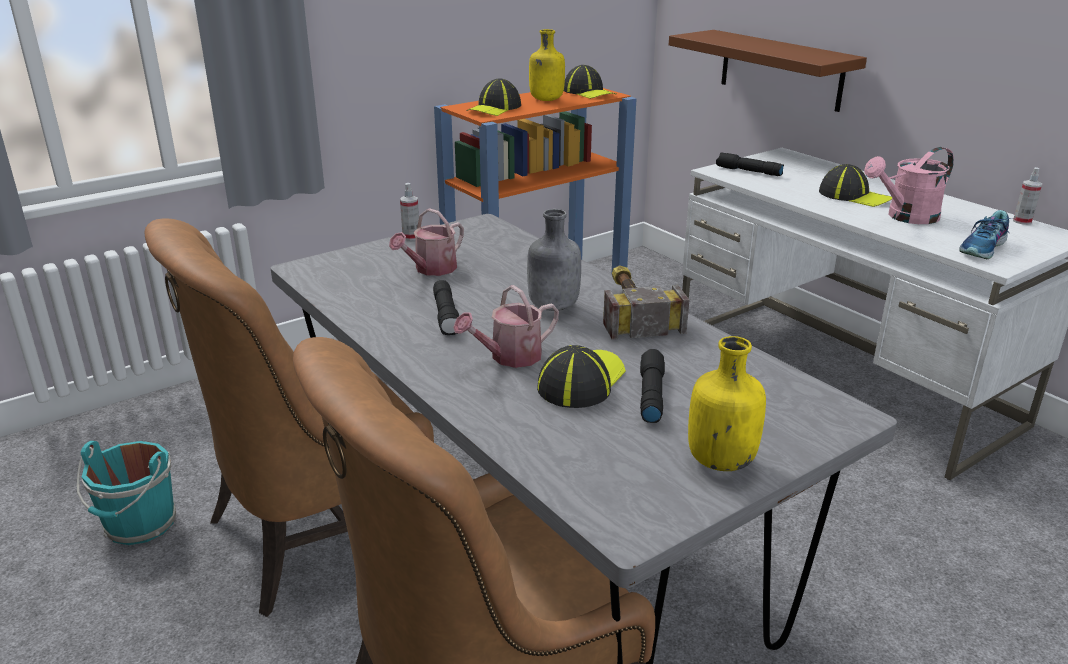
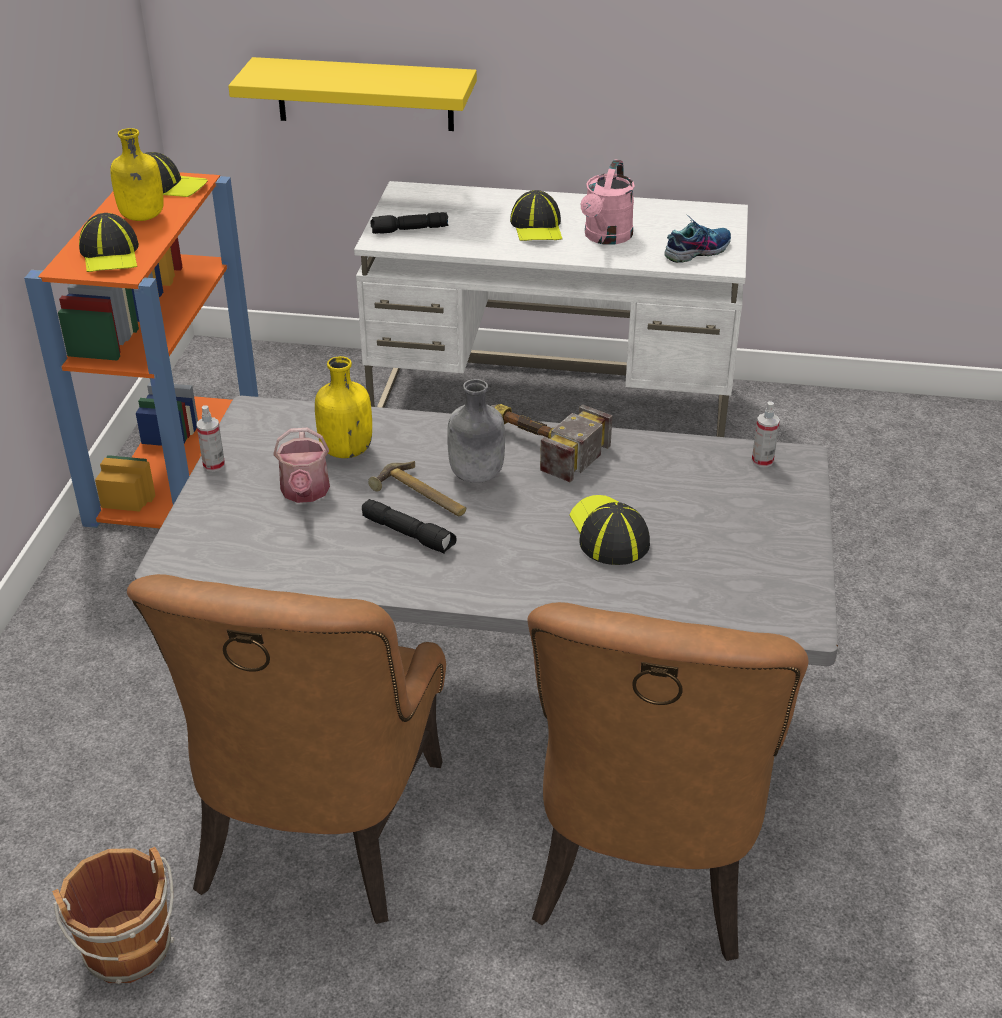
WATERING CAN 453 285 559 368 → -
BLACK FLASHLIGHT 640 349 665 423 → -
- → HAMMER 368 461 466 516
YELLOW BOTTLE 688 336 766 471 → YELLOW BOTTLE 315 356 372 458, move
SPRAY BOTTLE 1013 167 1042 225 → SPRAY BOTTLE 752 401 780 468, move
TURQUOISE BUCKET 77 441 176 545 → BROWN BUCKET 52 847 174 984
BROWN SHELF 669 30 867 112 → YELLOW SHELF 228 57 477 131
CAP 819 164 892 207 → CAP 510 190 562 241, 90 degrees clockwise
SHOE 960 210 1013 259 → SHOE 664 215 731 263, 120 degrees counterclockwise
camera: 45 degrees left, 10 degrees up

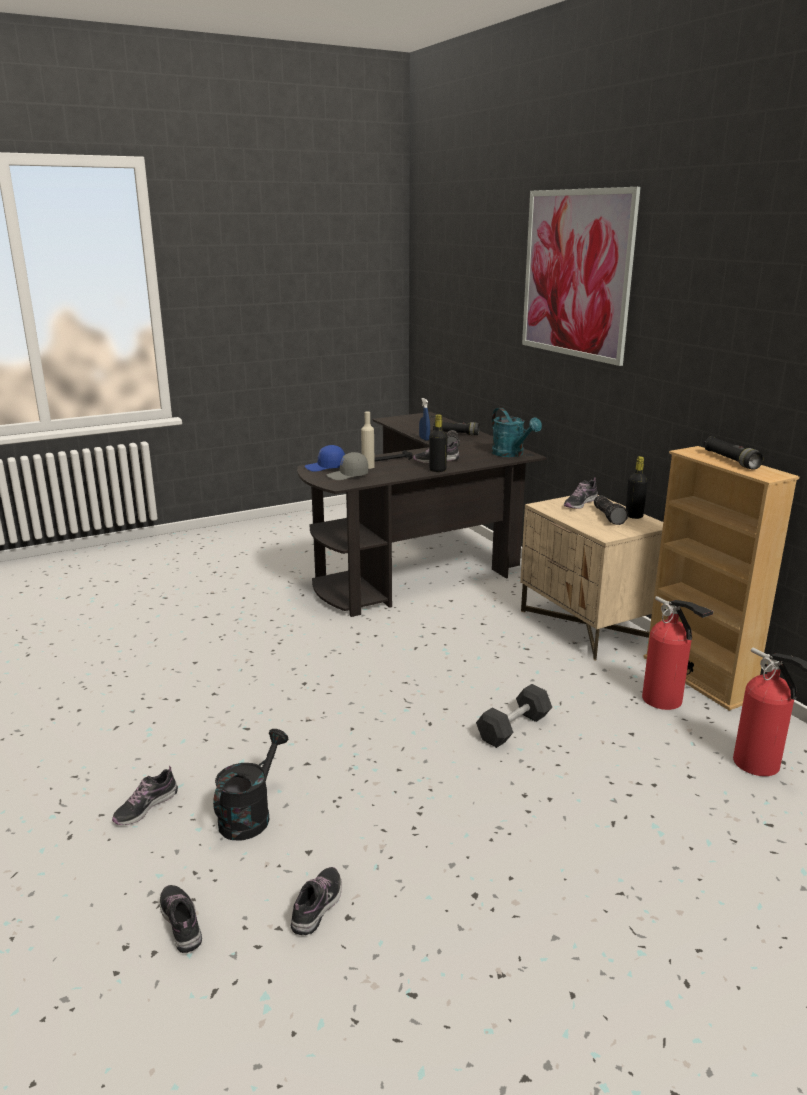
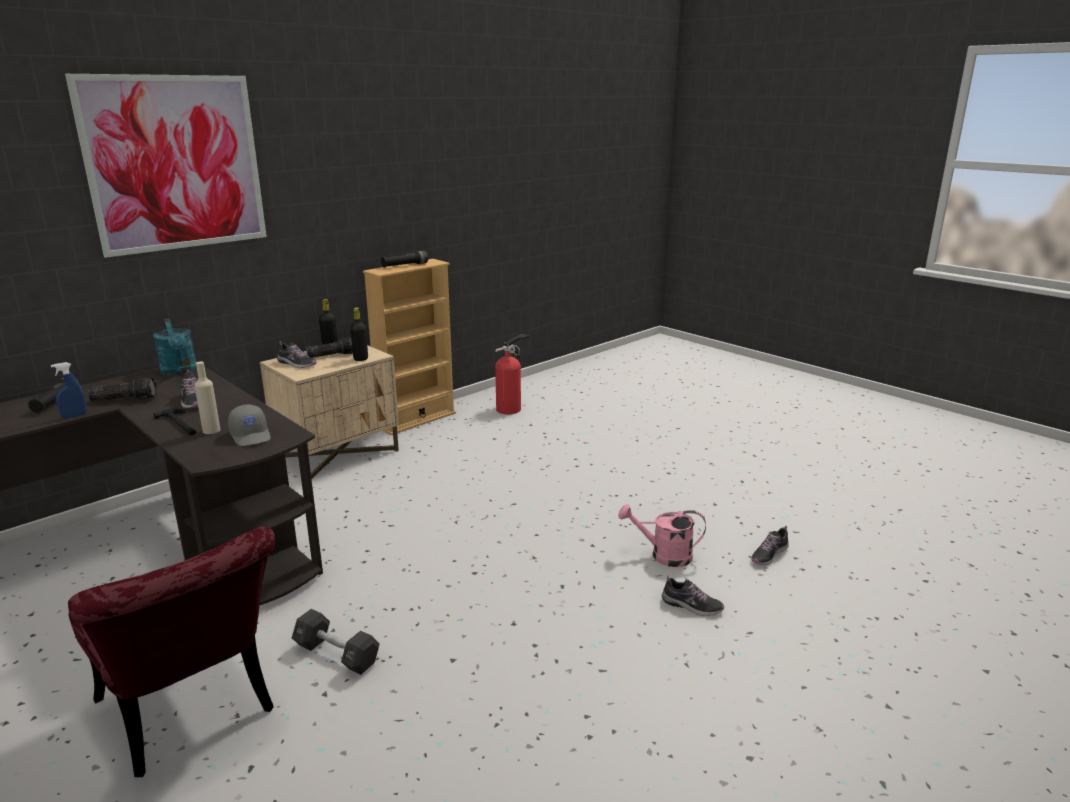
SHOE 291 867 342 935 → -
BLUE CAP 305 445 345 472 → -
FIRE EXTINGUISHER 642 596 713 710 → -
- → RED CHAIR 68 527 275 777
BLACK BOTTLE 429 414 448 472 → BLACK BOTTLE 350 307 368 361, move
BLACK DUMBBELL 476 684 552 748 → BLACK DUMBBELL 292 609 380 675, move
BLACK WATERING CAN 213 729 289 841 → PINK WATERING CAN 618 504 706 567
TURQUOISE WATERING CAN 492 408 542 457 → TURQUOISE WATERING CAN 153 319 197 375, 105 degrees clockwise
camera: 105 degrees left, 0 degrees up

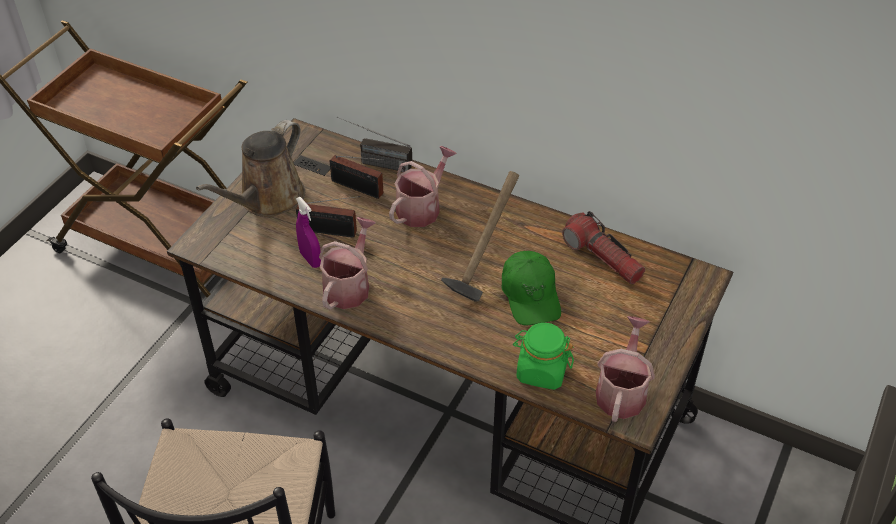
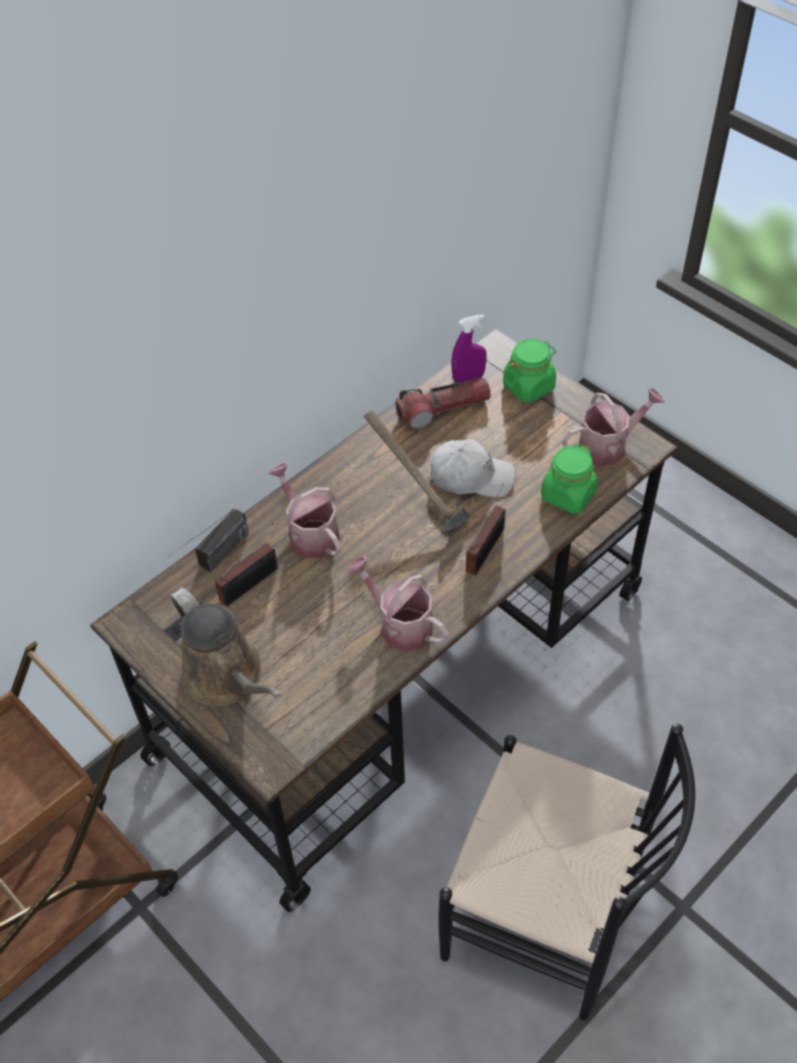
- → GREEN JAR 503 339 556 403
RADIO 296 196 360 238 → RADIO 466 484 506 576, move
PURPLE SPRAY BOTTLE 296 197 321 268 → PURPLE SPRAY BOTTLE 451 314 487 383, move
GREEN CAP 501 251 561 325 → WHITE CAP 430 440 516 497
WATERING CAN 596 316 655 422 → WATERING CAN 563 388 665 466, 120 degrees clockwise
camera: 70 degrees left, 5 degrees up

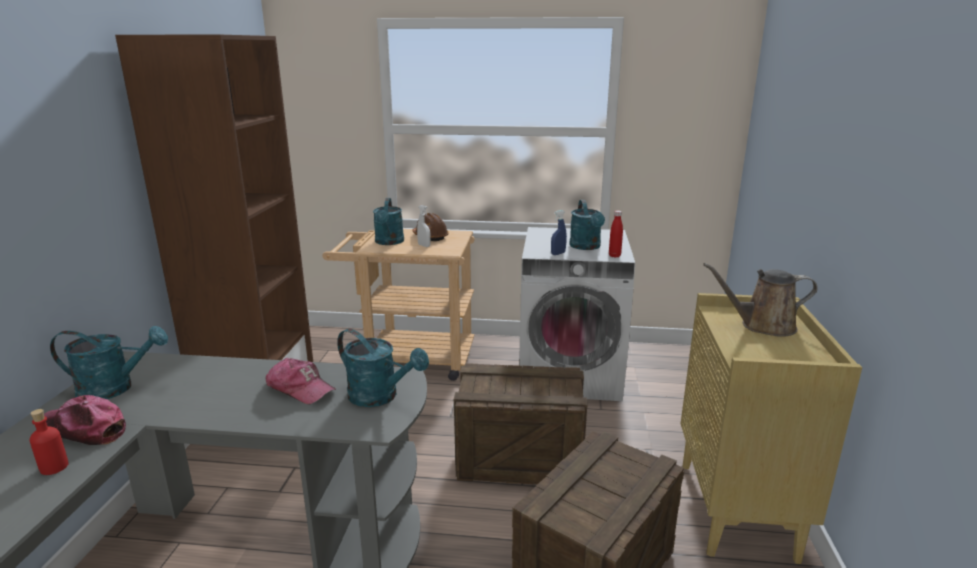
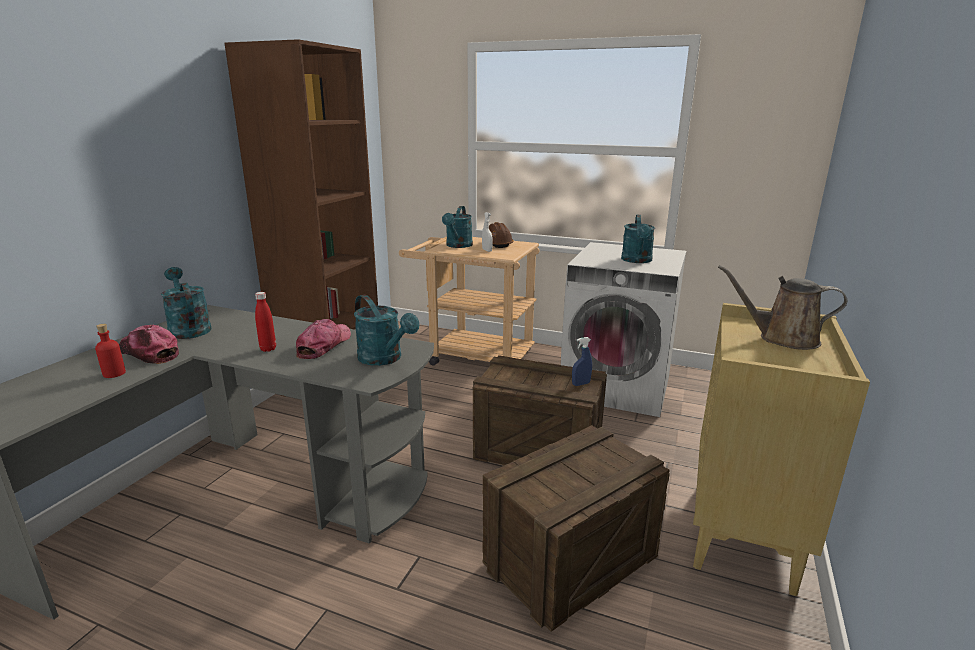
BLUE SPRAY BOTTLE 551 210 567 255 → BLUE SPRAY BOTTLE 572 337 592 386, move
RED BOTTLE 609 211 623 258 → RED BOTTLE 255 292 276 352, move
TURQUOISE WATERING CAN 50 326 168 399 → TURQUOISE WATERING CAN 161 267 212 339, 135 degrees counterclockwise
CAP 266 358 336 404 → CAP 296 319 351 359, 120 degrees counterclockwise
camera: 15 degrees right, 0 degrees up

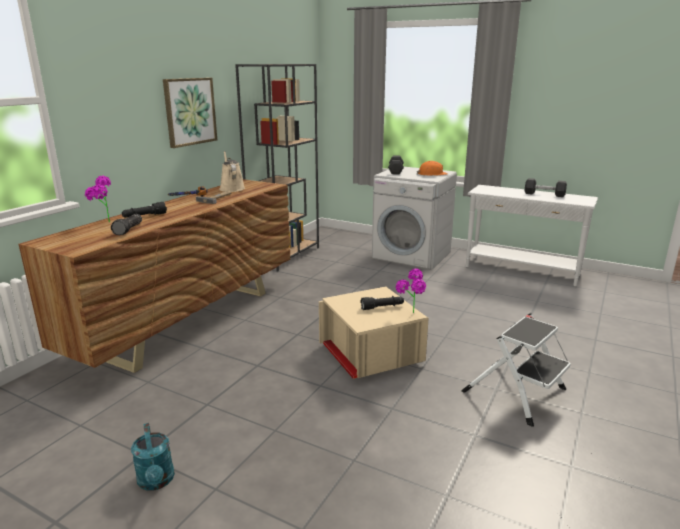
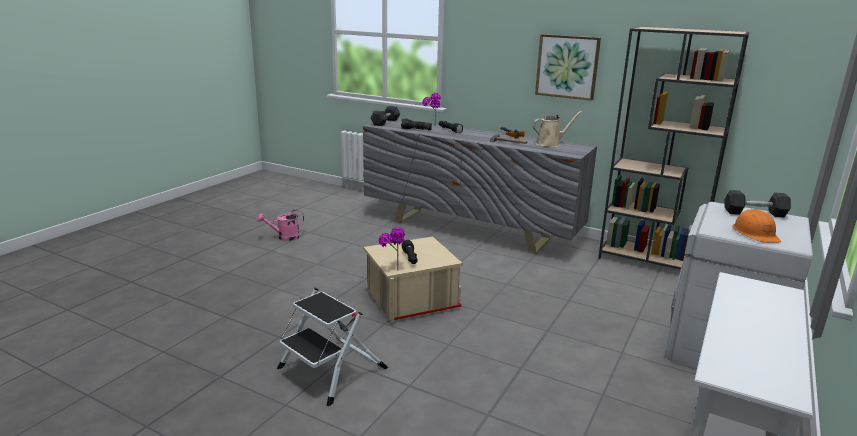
GREY DUMBBELL 525 178 567 197 → GREY DUMBBELL 371 106 400 126, move
BROWN CABINET 18 179 290 373 → GREY CABINET 363 118 597 254
TURQUOISE WATERING CAN 131 423 175 490 → PINK WATERING CAN 257 209 304 241
camera: 90 degrees right, 0 degrees up

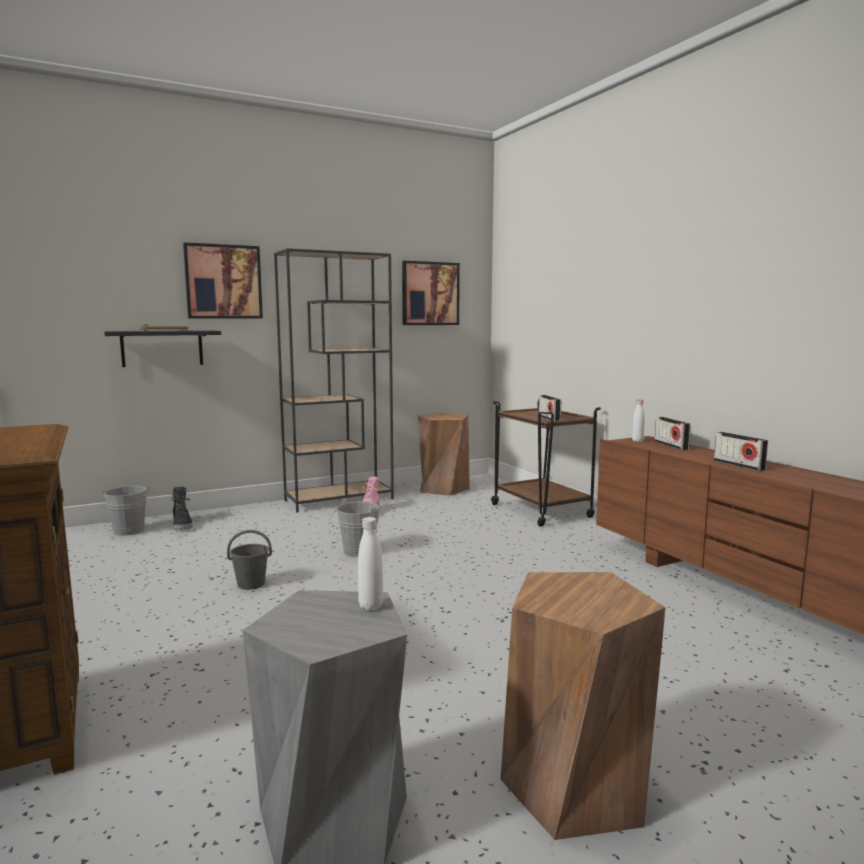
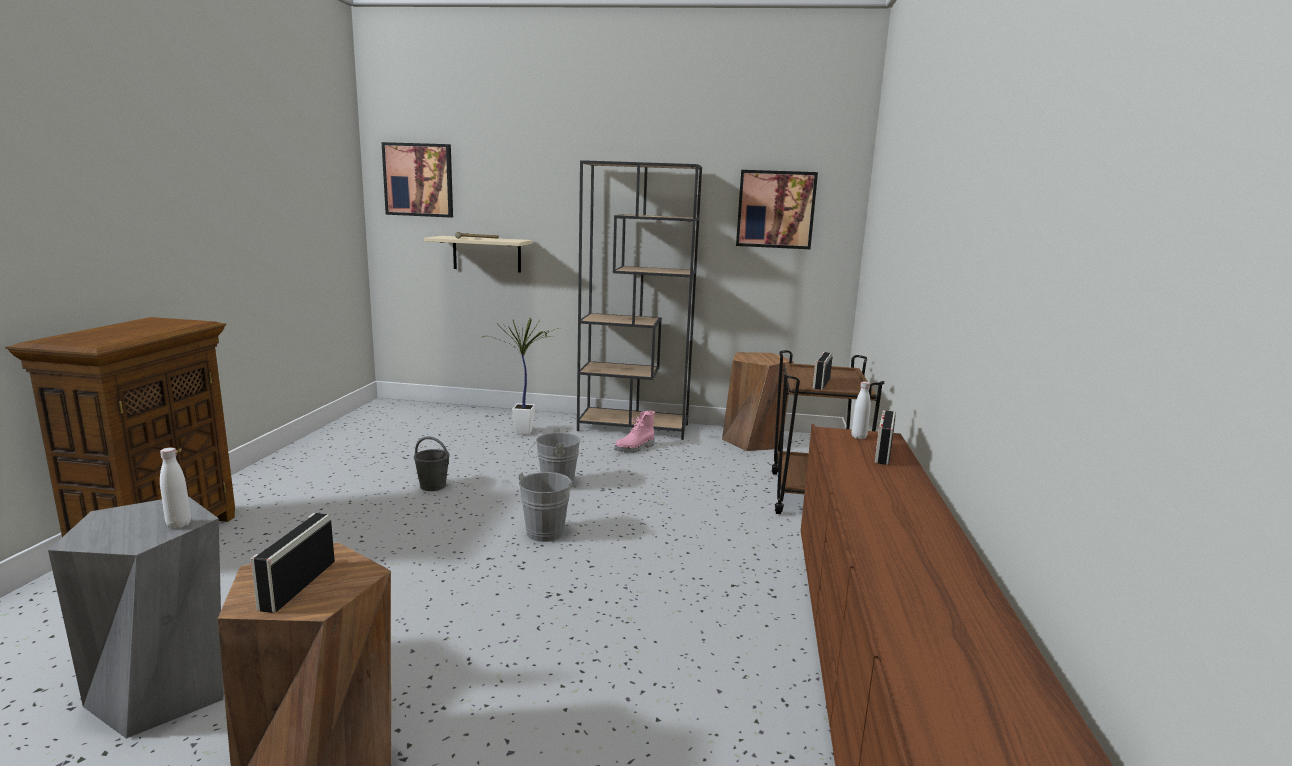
BLACK BOOT 171 487 192 530 → -
- → POTTED PLANT 483 317 559 435
GREY BUCKET 102 486 149 536 → GREY BUCKET 519 472 576 542, move
PICTURE 183 242 263 319 → PICTURE 381 142 453 217, move
RADIO 714 432 768 471 → RADIO 250 513 335 613, move
BLACK SHELF 104 330 221 367 → BEIGE SHELF 424 236 533 273
camera: 35 degrees right, 5 degrees up

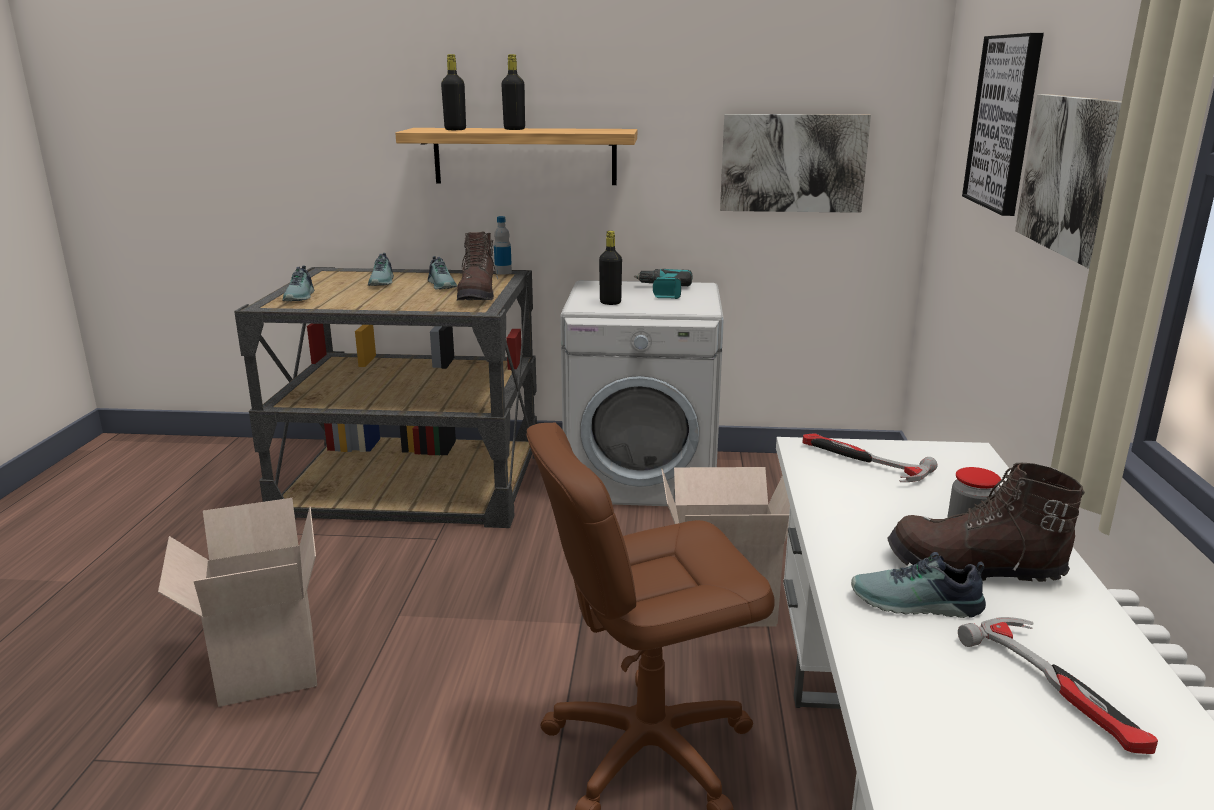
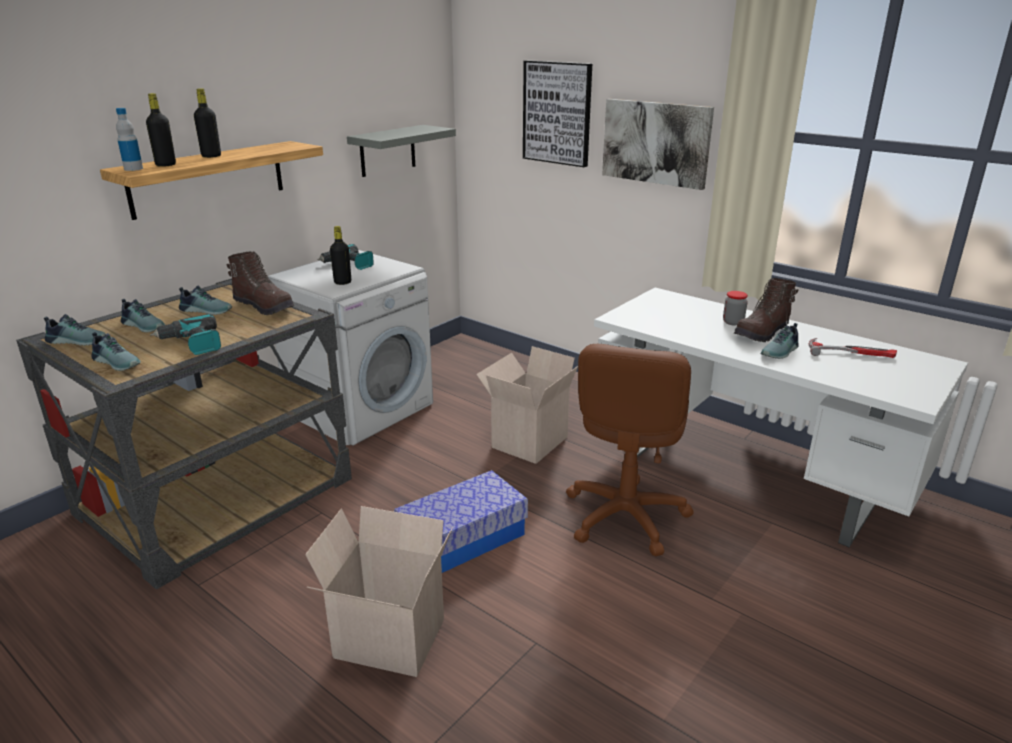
HAMMER 802 433 938 482 → -
- → SHOE 44 314 105 346
- → POWER DRILL 150 314 221 355
- → STORAGE BOX 394 470 528 573
BOTTLE 494 216 512 275 → BOTTLE 116 108 143 171, move
PICTURE 720 114 871 213 → GREY SHELF 347 125 456 177
camera: 55 degrees left, 5 degrees up

